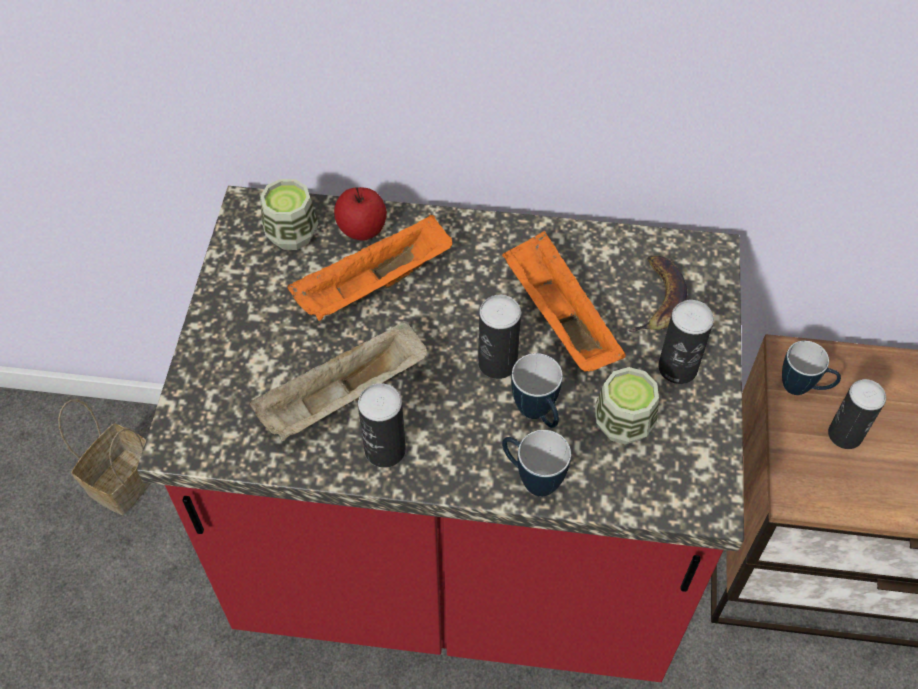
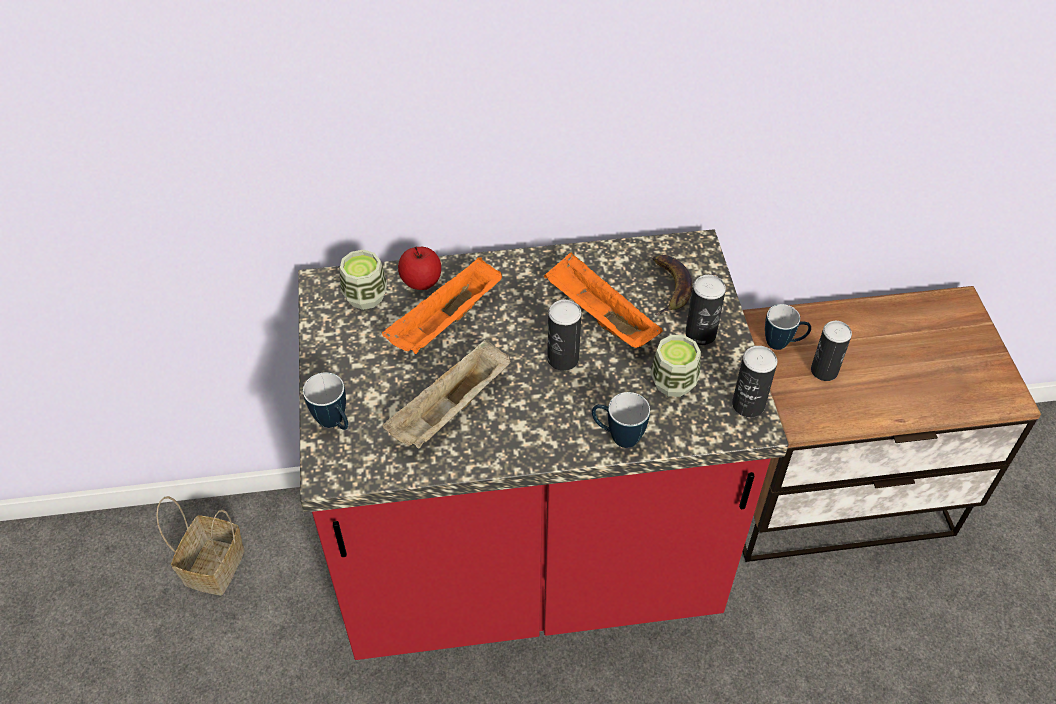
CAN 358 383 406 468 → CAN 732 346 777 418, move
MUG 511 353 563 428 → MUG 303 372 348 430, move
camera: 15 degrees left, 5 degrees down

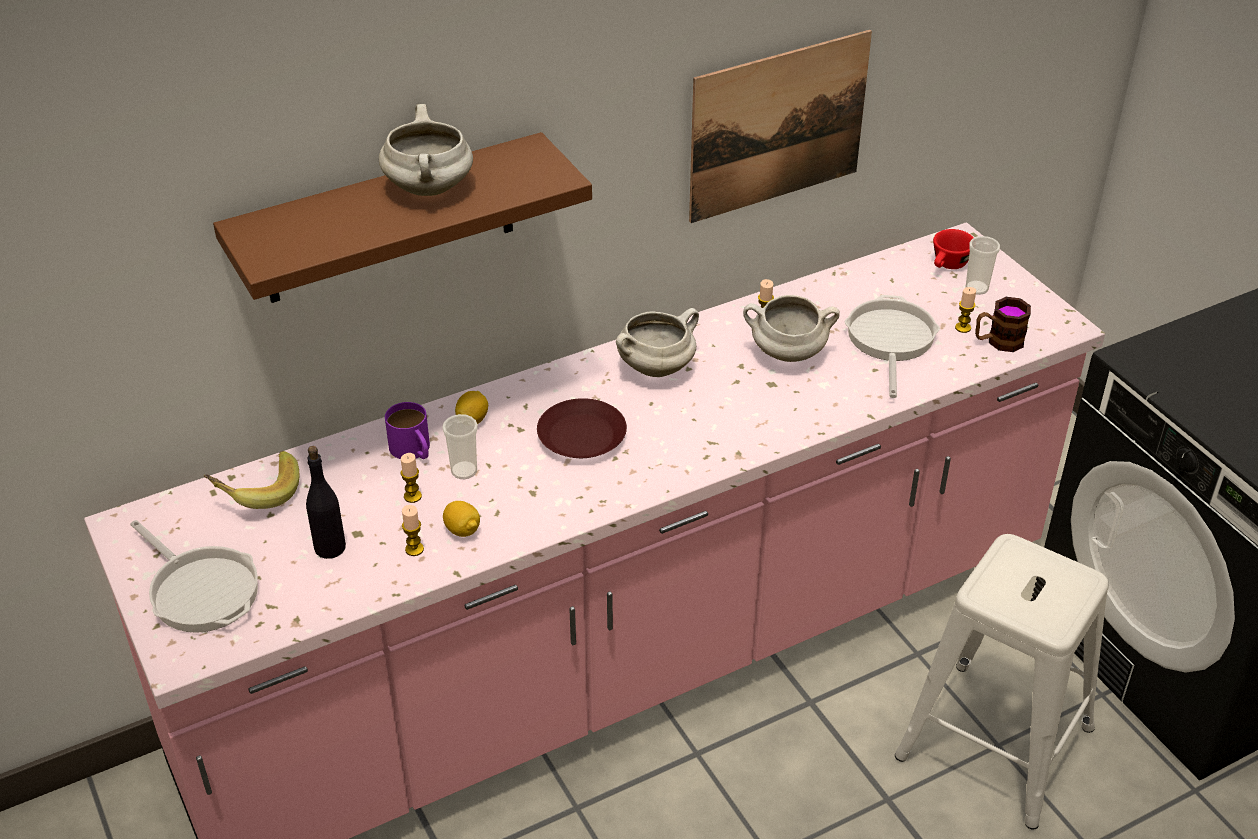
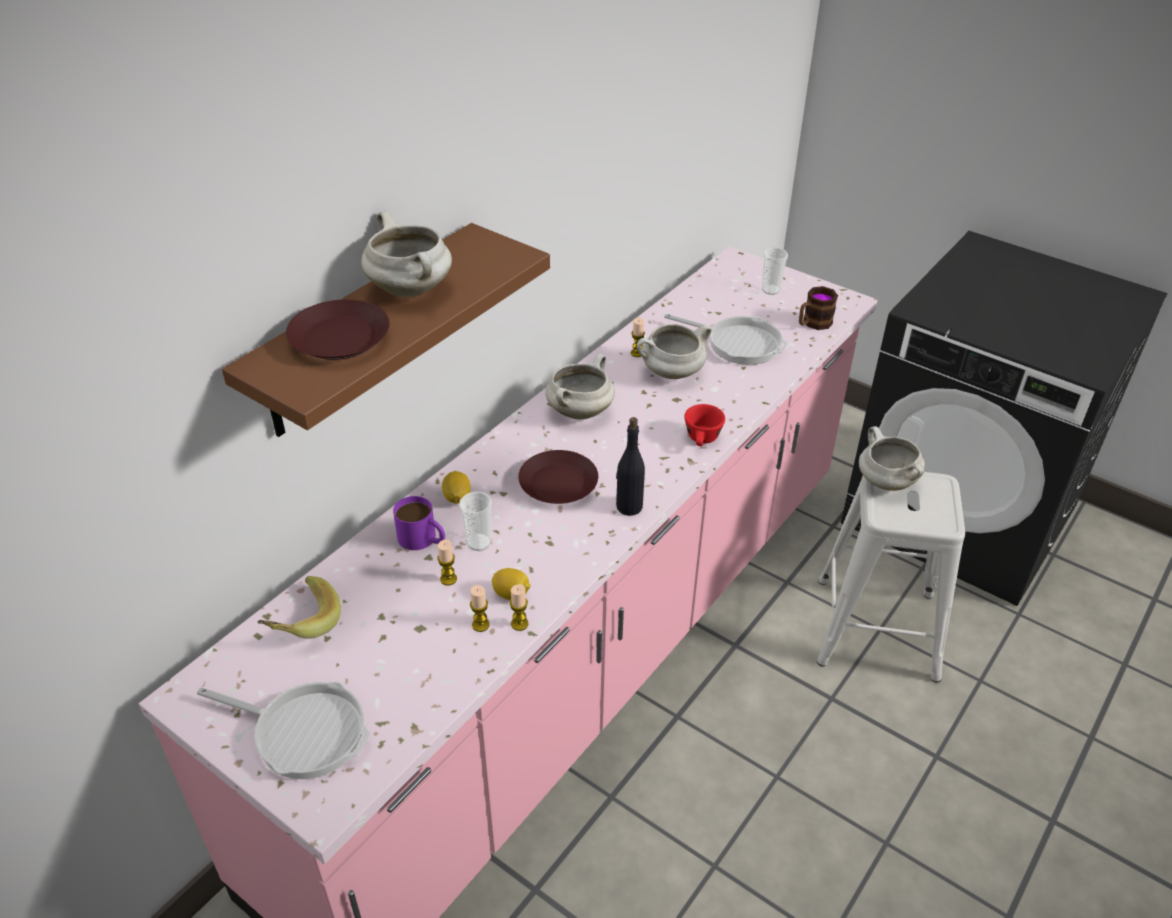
PICTURE 689 30 872 223 → -
- → BROWN PLATE 286 299 389 360
- → WHITE COOKING POT 859 426 925 491
BLACK BOTTLE 306 446 346 559 → BLACK BOTTLE 616 417 645 516, move
RED CUP 933 229 974 269 → RED CUP 684 404 725 446, move
CANDLE 955 287 976 333 → CANDLE 510 584 528 631, move
FRYING PAN 845 295 940 398 → FRYING PAN 664 314 788 365, 135 degrees clockwise
camera: 25 degrees left, 0 degrees up

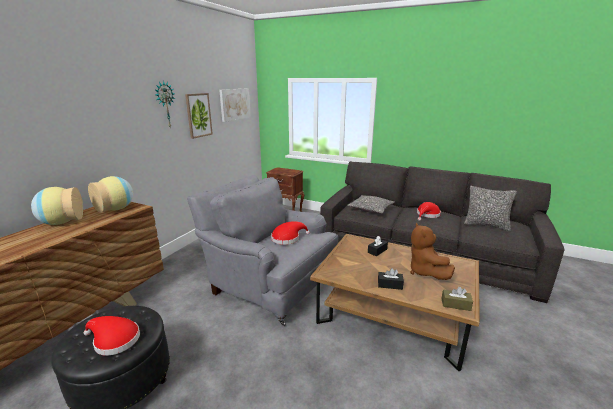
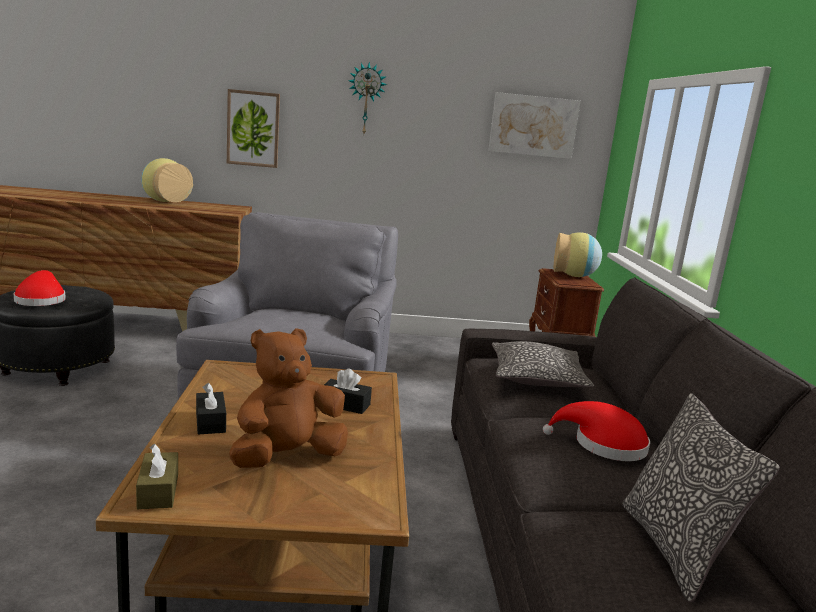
RED HAT 271 221 310 245 → -
VASE 88 176 133 213 → VASE 553 232 602 277, move
PICTURE 185 93 213 139 → PICTURE 227 89 280 168, move
camera: 60 degrees right, 5 degrees down

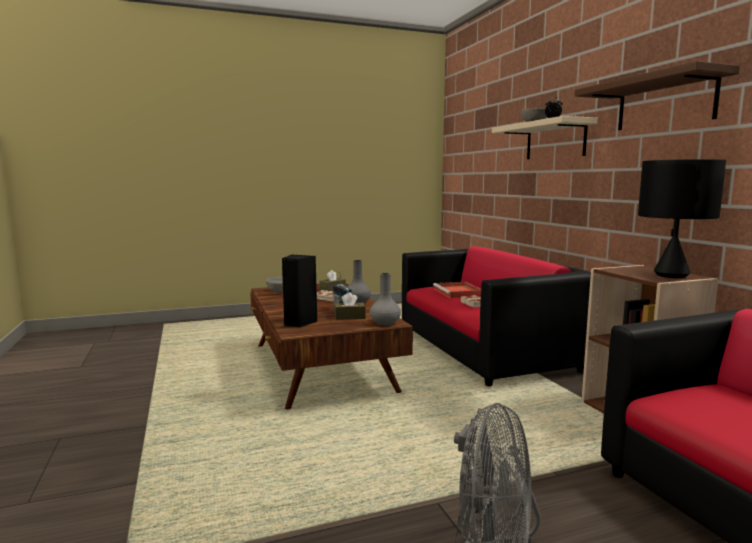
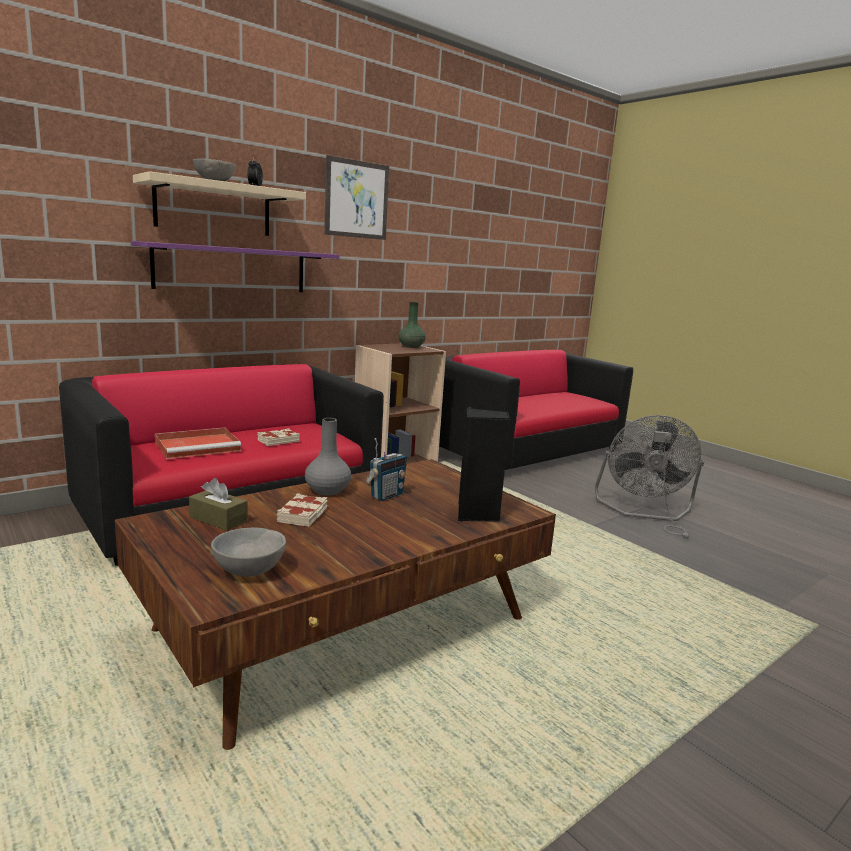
BROWN TISSUE BOX 334 292 366 320 → -
GREY VASE 370 273 401 325 → -
- → PURPLE SHELF 131 241 340 292
BROWN SHELF 574 61 740 130 → PICTURE 324 155 389 240
BLACK TABLE LAMP 638 159 726 278 → GREEN VASE 398 302 426 348
camera: 110 degrees left, 5 degrees up

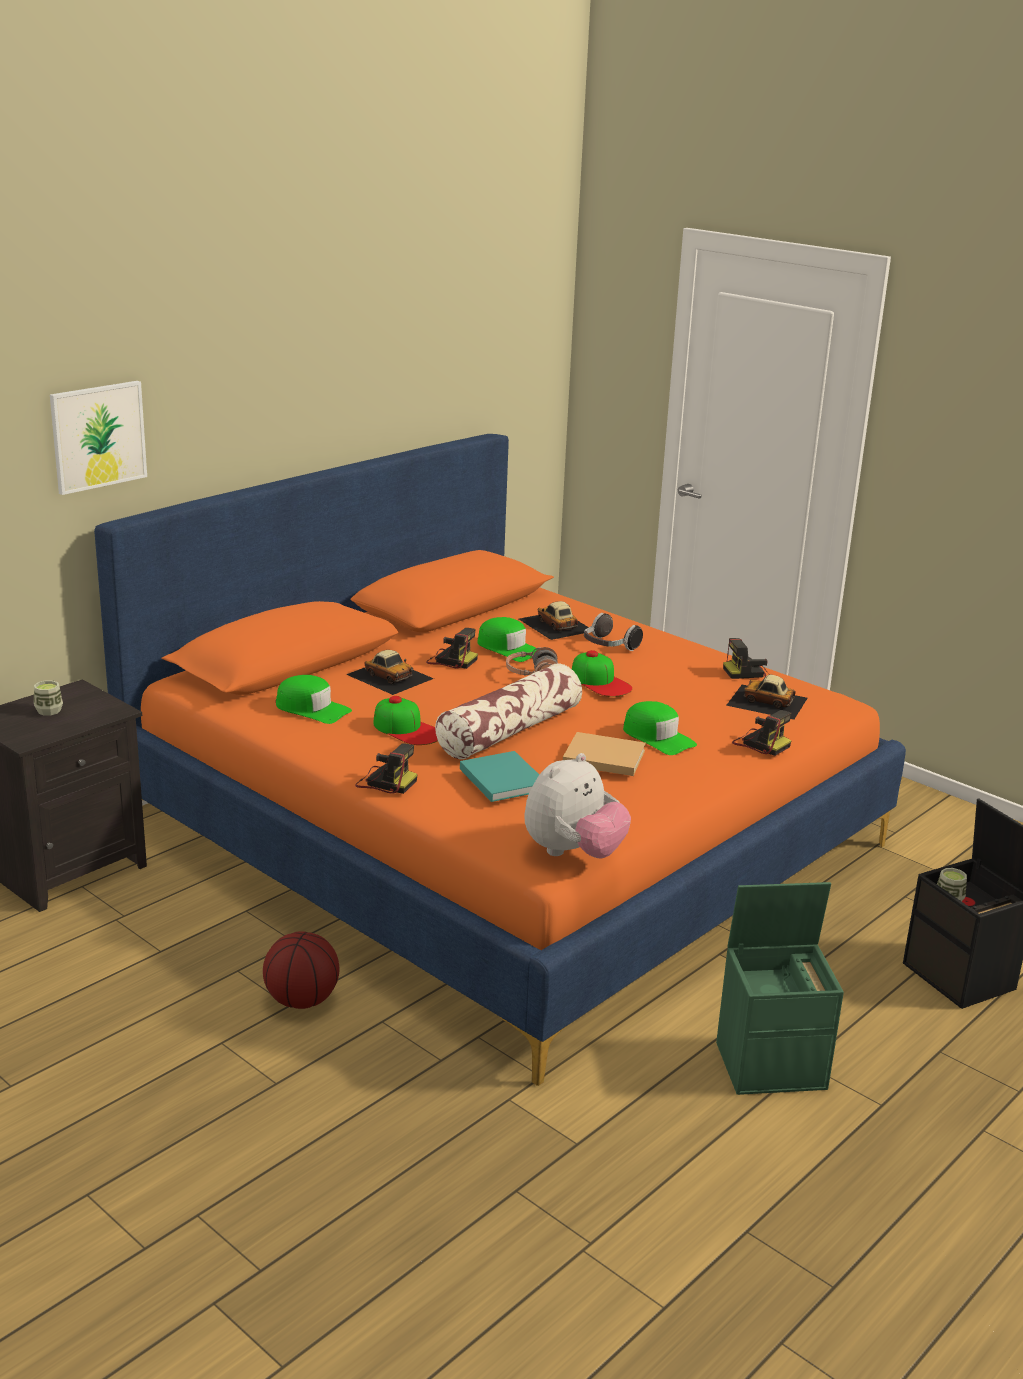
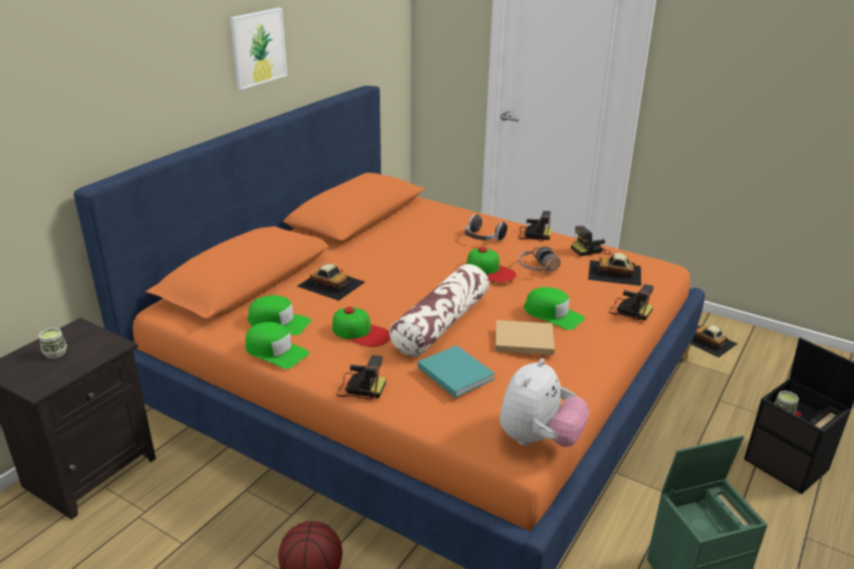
PICTURE 50 381 147 495 → PICTURE 230 8 287 90, move
PHOTO CAMERA 426 628 478 669 → PHOTO CAMERA 518 211 552 241, move
GREEN CAP 477 617 537 662 → GREEN CAP 245 322 309 369, move
HEADPHONES 506 647 558 676 → HEADPHONES 518 247 561 273, move
TOY CAR 519 601 589 640 → TOY CAR 690 325 737 358, move
camera: 10 degrees left, 5 degrees up

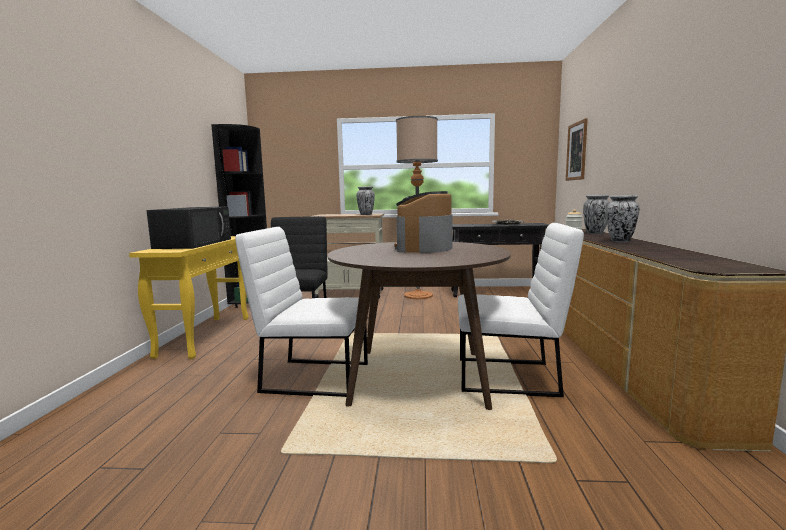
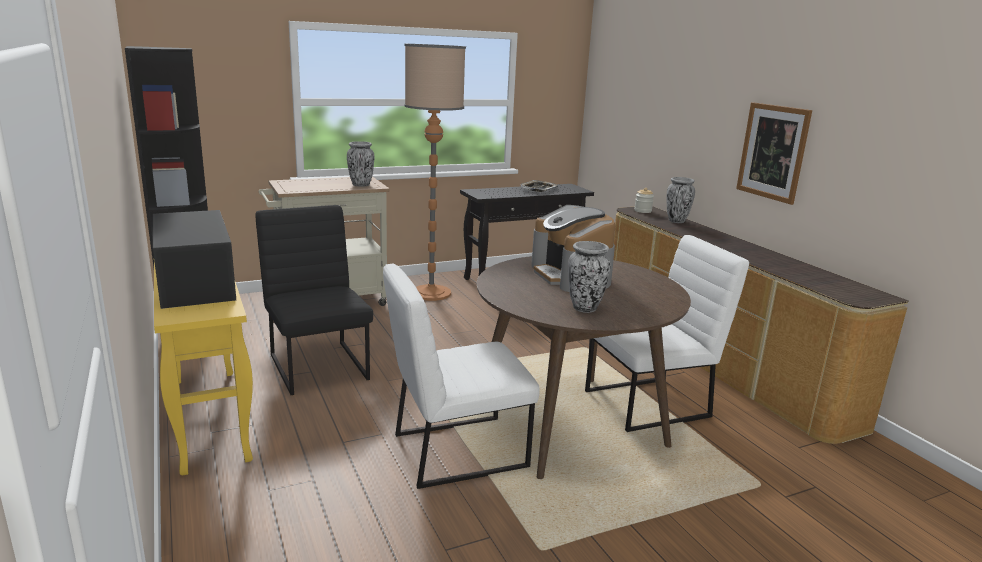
PICTURE 566 118 588 181 → PICTURE 736 102 812 205, move
VASE 606 195 640 242 → VASE 568 241 611 313, move
camera: 30 degrees left, 10 degrees up

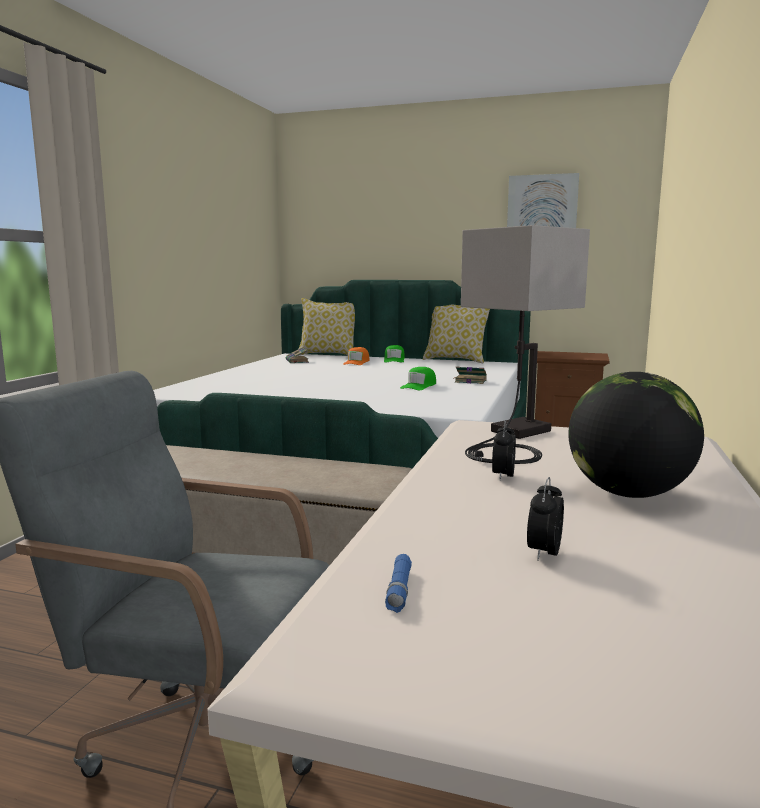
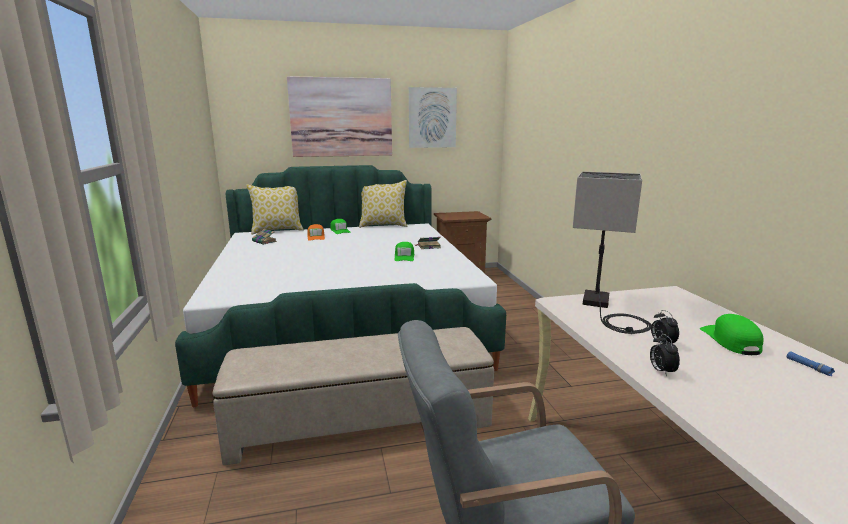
- → PICTURE 287 76 392 157
BLUE FLASHLIGHT 385 554 412 613 → BLUE FLASHLIGHT 787 351 835 376, move
ALARM CLOCK 527 477 564 561 → ALARM CLOCK 650 334 680 377, move
GLOBE 568 372 704 498 → GREEN CAP 700 314 763 355
camera: 30 degrees left, 5 degrees up

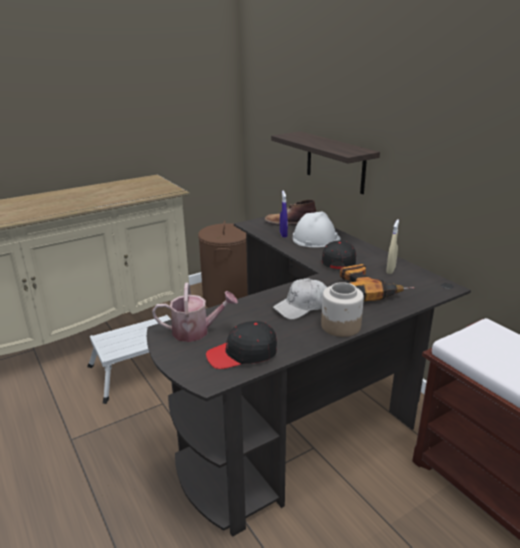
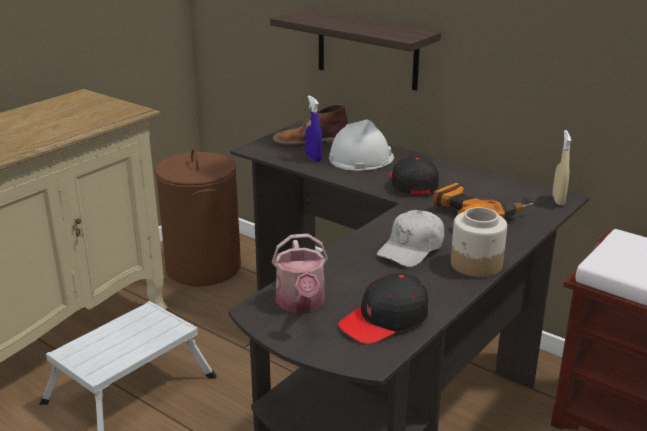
BEIGE SPRAY BOTTLE 386 219 399 274 → BEIGE SPRAY BOTTLE 553 130 571 205, move
WATERING CAN 152 283 238 342 → WATERING CAN 272 234 328 313, 105 degrees clockwise
camera: 20 degrees left, 0 degrees up

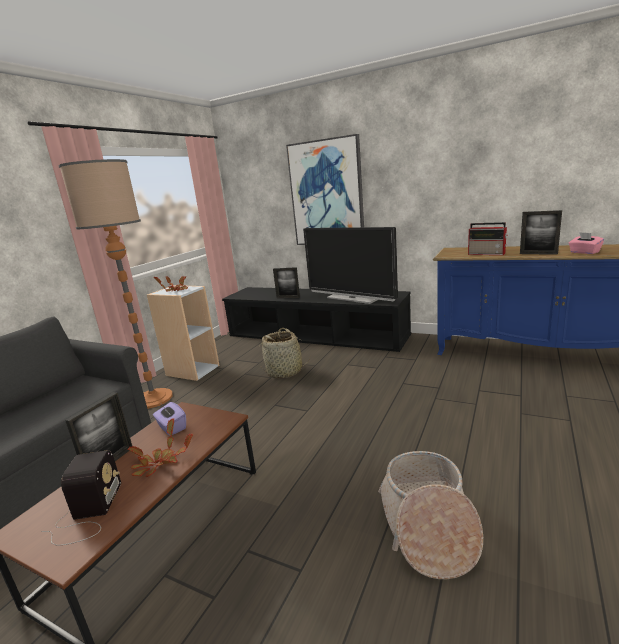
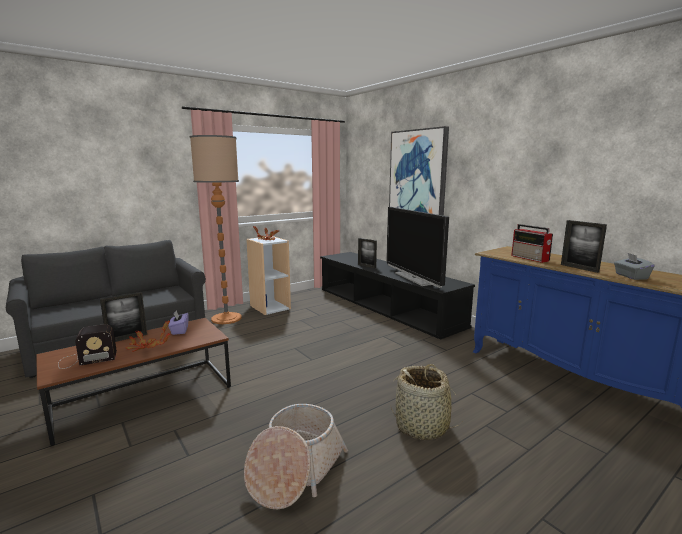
BASKET 260 328 310 378 → BASKET 390 364 464 440, move
PINK TISSUE BOX 569 232 604 254 → GREY TISSUE BOX 614 253 655 280
RADIO 41 450 121 545 → RADIO 58 324 117 369, 45 degrees clockwise
camera: 25 degrees right, 5 degrees down

